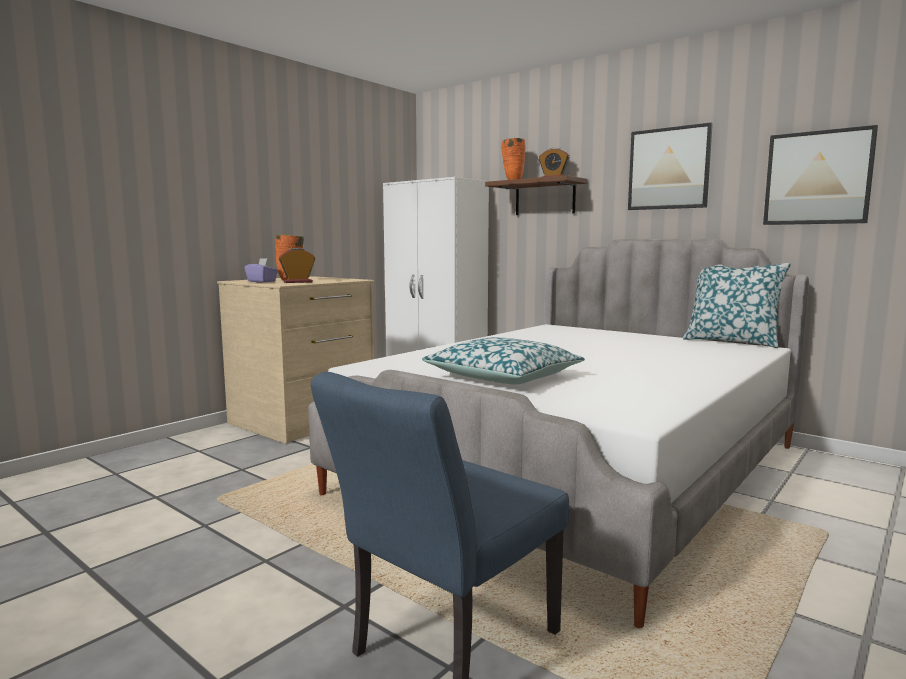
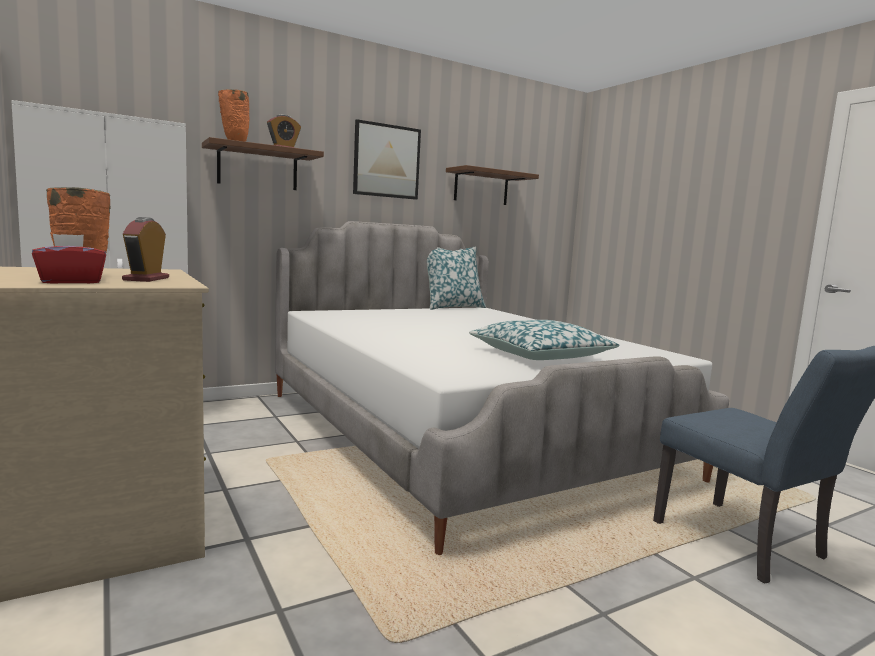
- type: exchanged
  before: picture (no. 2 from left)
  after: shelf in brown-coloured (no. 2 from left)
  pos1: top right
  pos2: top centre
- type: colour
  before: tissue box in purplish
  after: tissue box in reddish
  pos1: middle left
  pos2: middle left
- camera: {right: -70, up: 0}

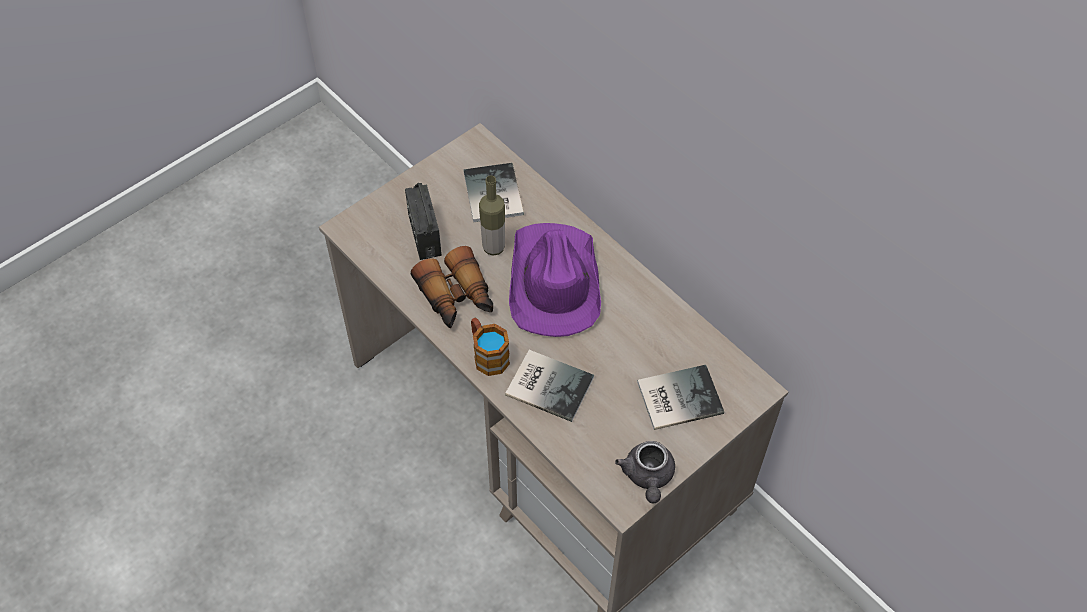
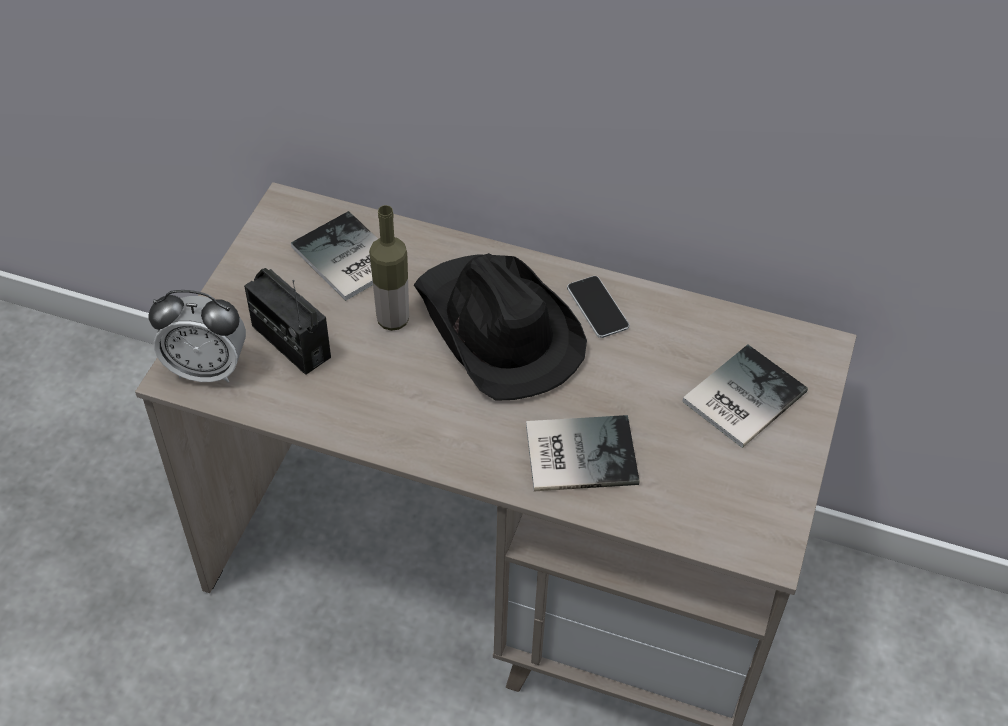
- type: colour
  before: hat in purplish
  after: hat in black
  pos1: centre
  pos2: centre
- type: missing
  before: pair of binoculars
  pos1: centre
- type: missing
  before: mug
  pos1: centre
- type: missing
  before: pot for tea in greyish
  pos1: bottom centre
- type: appeared
  after: handset
  pos2: centre
- type: appeared
  after: bedside clock
  pos2: middle left
- camera: {right: -30, up: -5}

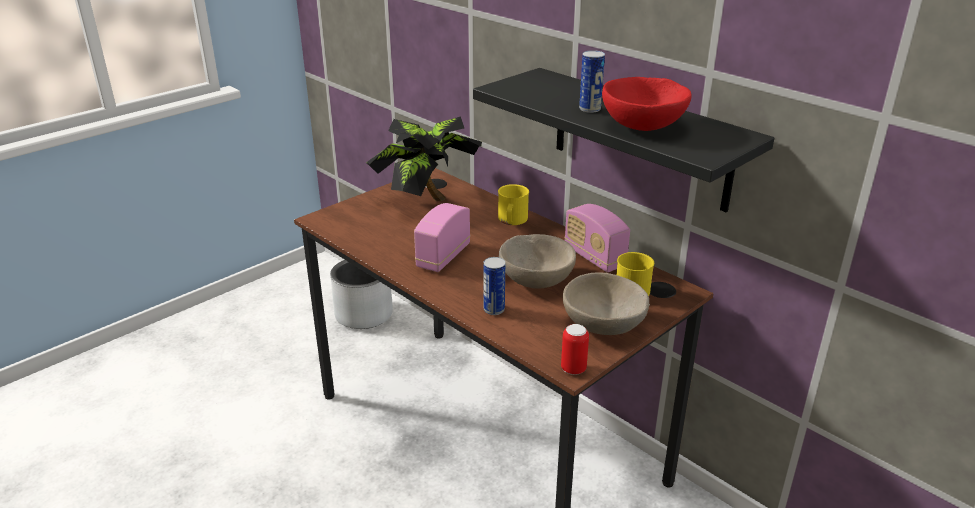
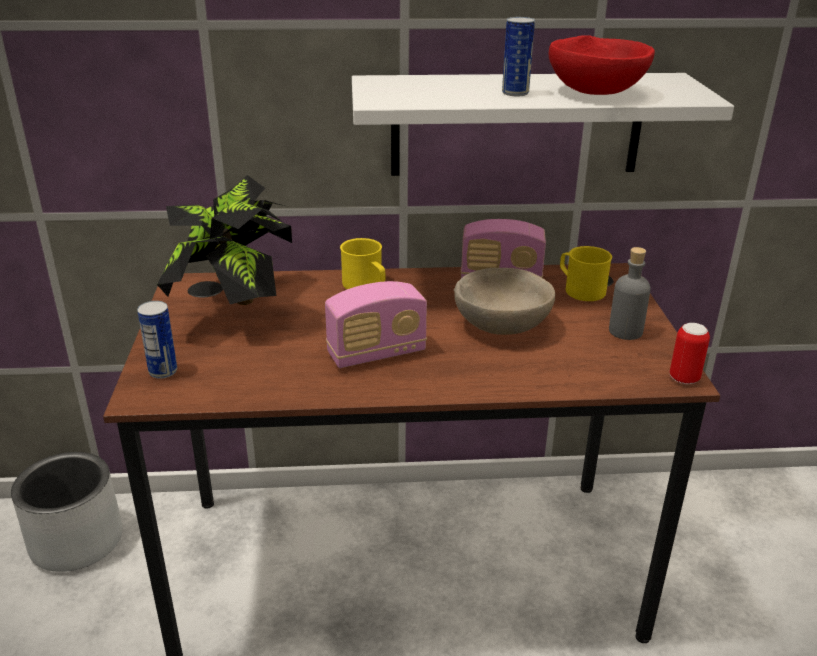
- type: colour
  before: shelf in black
  after: shelf in white-coloured
  pos1: top centre
  pos2: top centre
- type: spun
  before: radio set (no. 1 from left)
  pos1: centre
  pos2: centre
  turn: -90
- type: relocated
  before: can (no. 1 from left)
  pos1: centre
  pos2: middle left
- type: exchanged
  before: bowl in sand-coloured (no. 2 from left)
  after: beverage bottle in greyish
  pos1: centre
  pos2: middle right
- camera: {right: -50, up: 0}

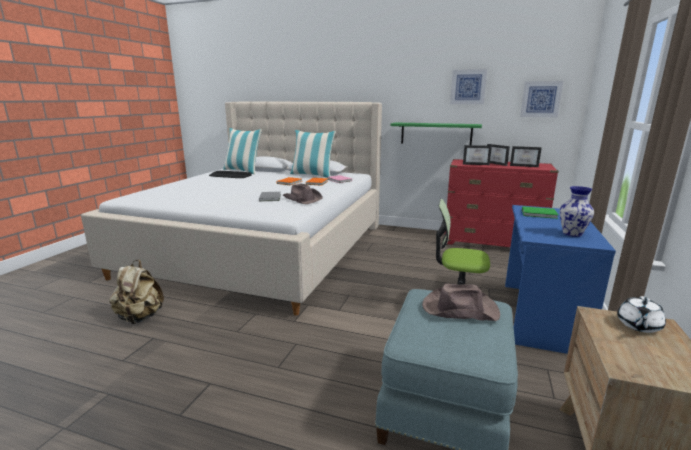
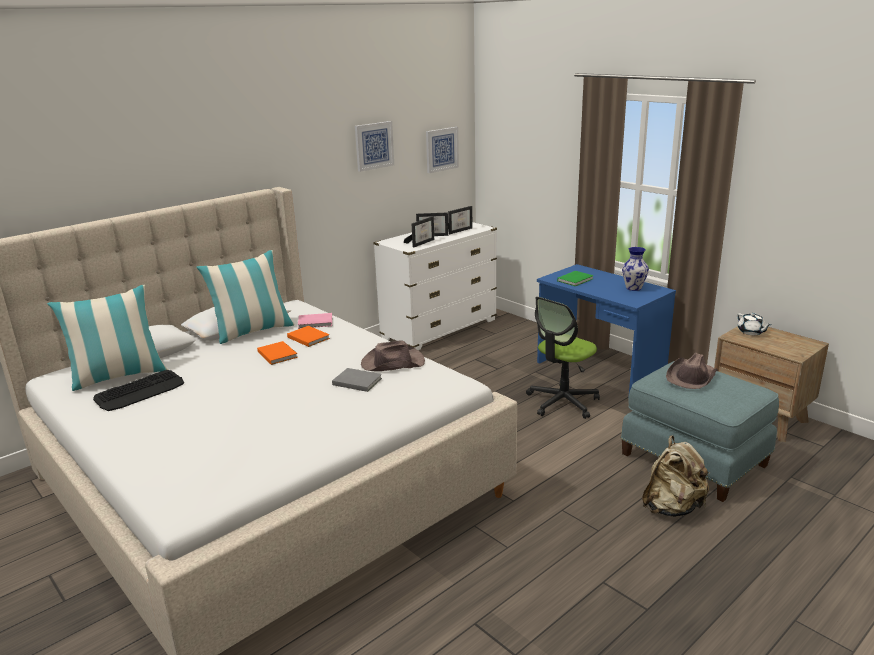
- type: missing
  before: shelf in green
  pos1: top centre
- type: colour
  before: chest of drawers in reddish
  after: chest of drawers in white-coloured
  pos1: middle right
  pos2: centre
- type: relocated
  before: knapsack in sand-coloured
  pos1: middle left
  pos2: bottom right
- camera: {right: -60, up: 5}

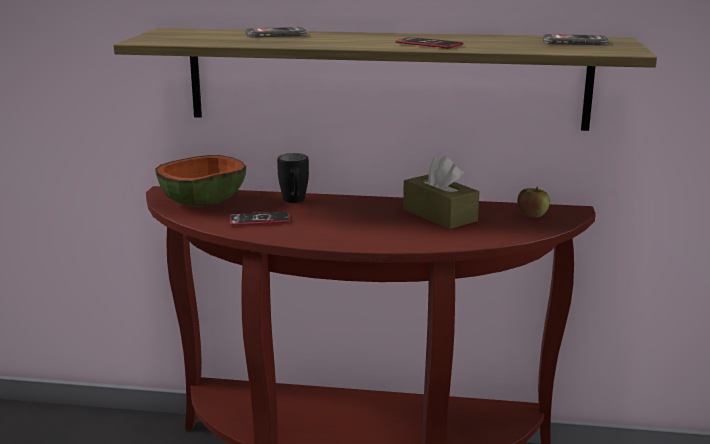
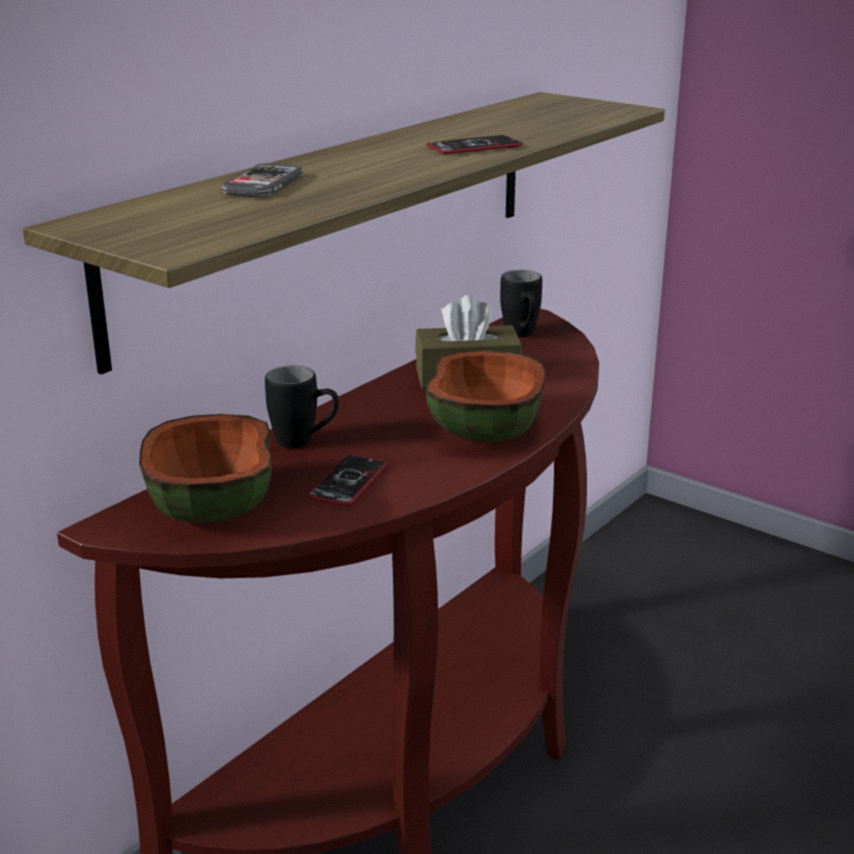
- type: missing
  before: handset (no. 4 from left)
  pos1: top right
- type: exchanged
  before: apple
  after: mug in black (no. 2 from left)
  pos1: middle right
  pos2: centre
- type: appeared
  after: bowl (no. 2 from left)
  pos2: centre
- camera: {right: -60, up: 5}

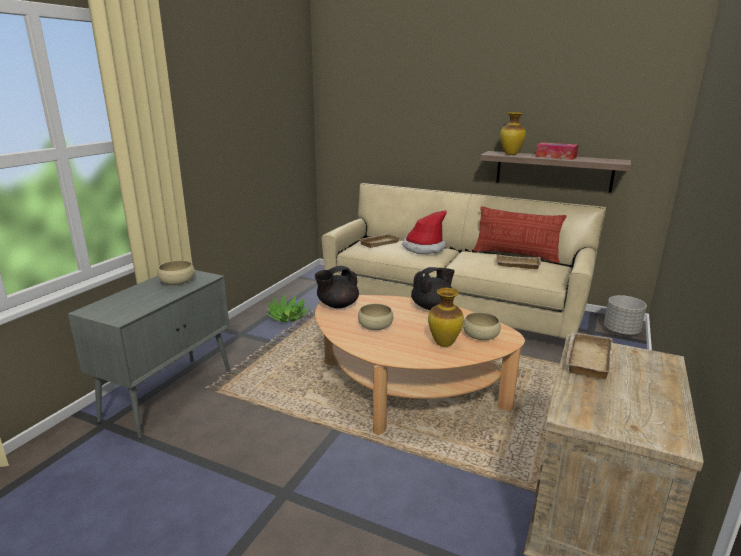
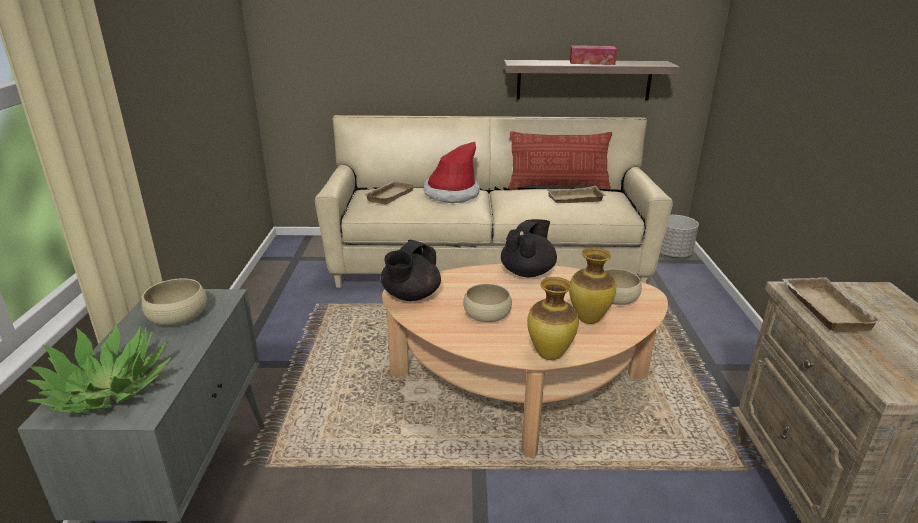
- type: relocated
  before: vase (no. 2 from left in the first image)
  after: vase (no. 1 from left)
  pos1: top right
  pos2: centre
- type: relocated
  before: plant in a pot
  pos1: centre
  pos2: bottom left
- camera: {right: -25, up: 5}

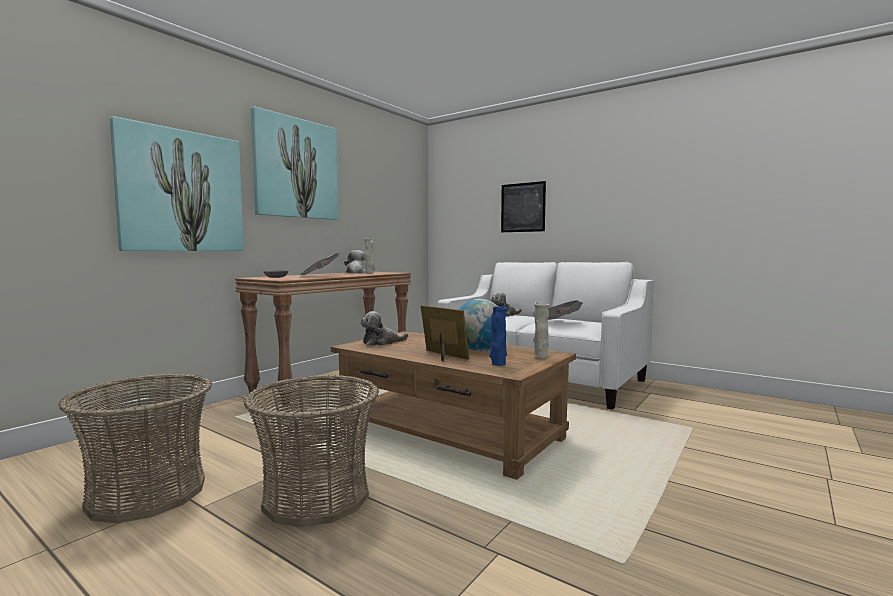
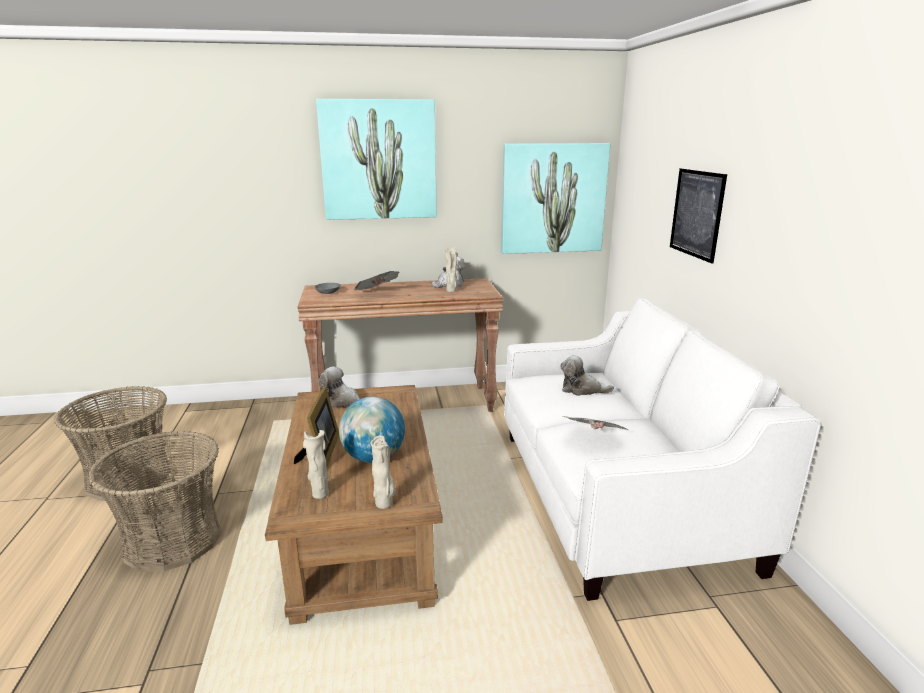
- type: relocated
  before: picture (no. 1 from left in the first image)
  after: picture (no. 2 from left)
  pos1: top left
  pos2: top centre
- type: colour
  before: vase in blue-coloured
  after: vase in sand-coloured (no. 1 from left)
  pos1: centre
  pos2: bottom centre
- camera: {right: 45, up: 15}

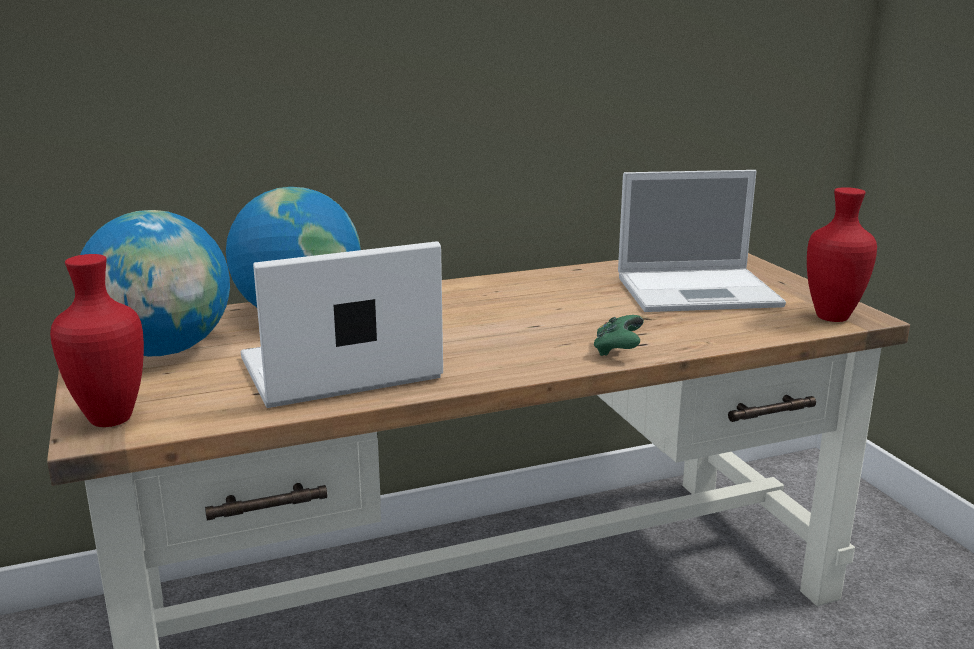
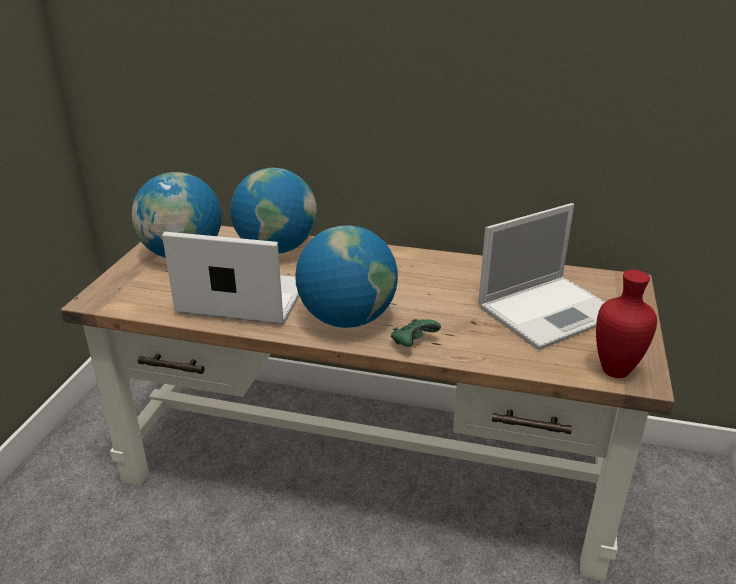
- type: spun
  before: portable computer (no. 2 from left)
  pos1: middle right
  pos2: middle right
  turn: -60
- type: missing
  before: vase in reddish (no. 1 from left)
  pos1: middle left
- type: appeared
  after: desk globe (no. 3 from left)
  pos2: centre
- camera: {right: 35, up: 10}

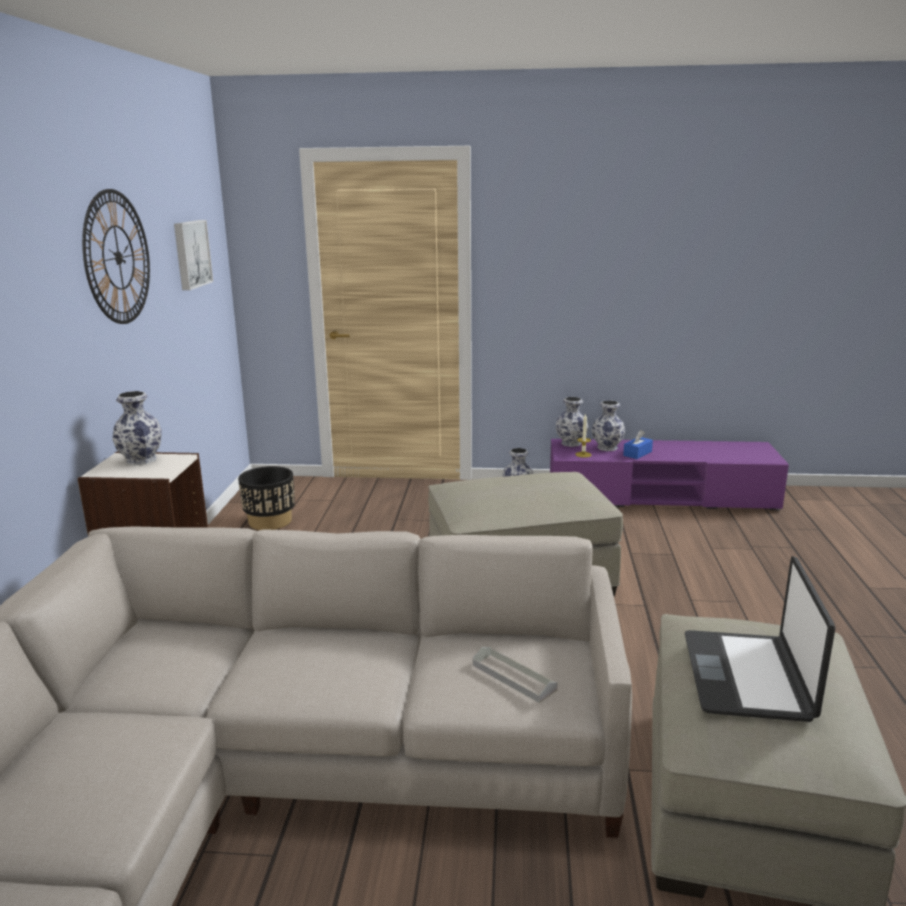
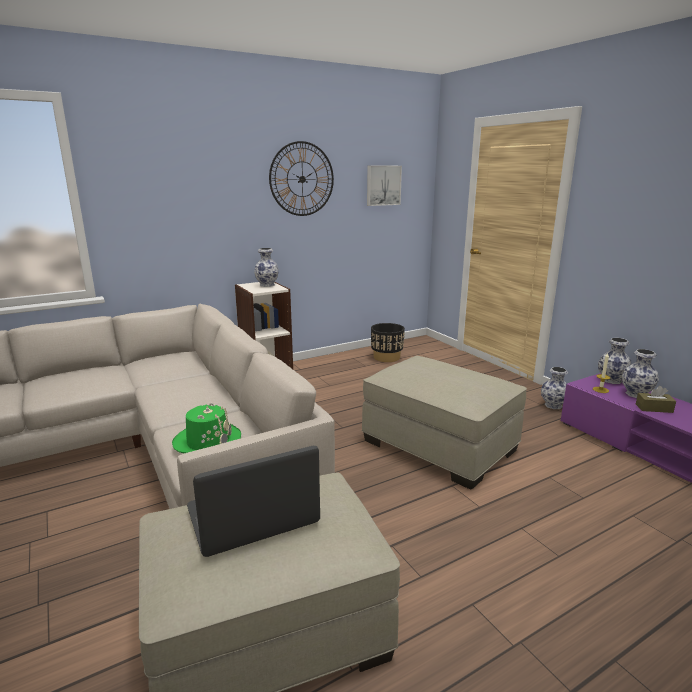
- type: colour
  before: tissue box in blue-coloured
  after: tissue box in brown-coloured
  pos1: middle right
  pos2: middle right
- type: exchanged
  before: carrying tray in greyish
  after: hat in green
  pos1: bottom centre
  pos2: middle left
- camera: {right: 55, up: 0}

